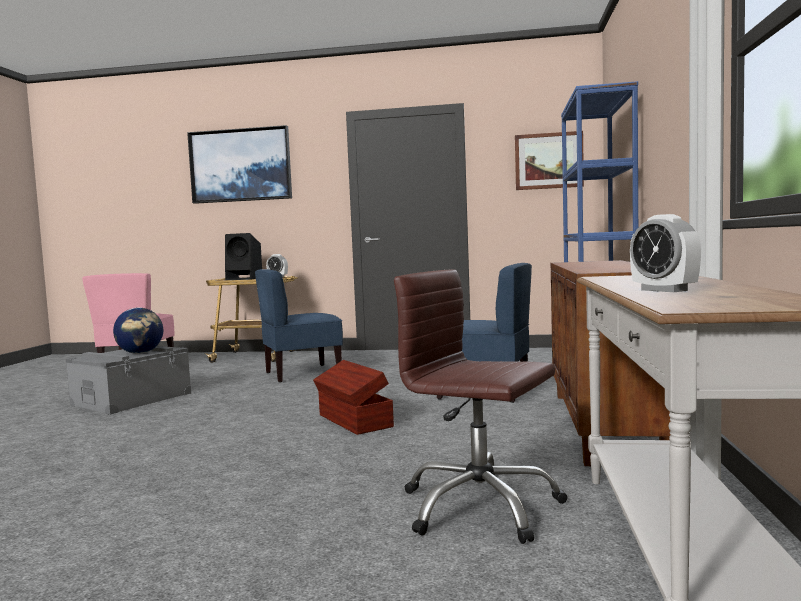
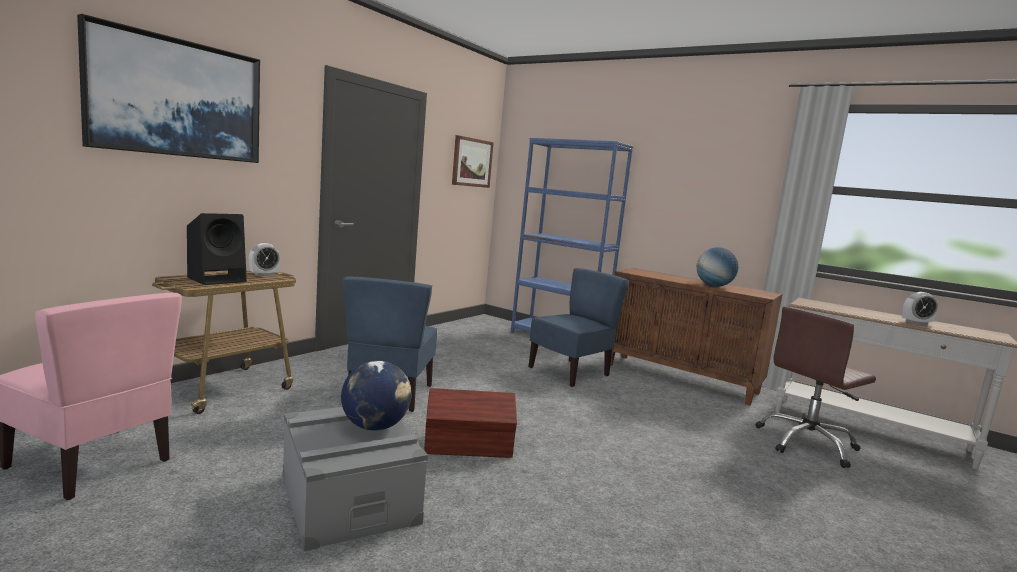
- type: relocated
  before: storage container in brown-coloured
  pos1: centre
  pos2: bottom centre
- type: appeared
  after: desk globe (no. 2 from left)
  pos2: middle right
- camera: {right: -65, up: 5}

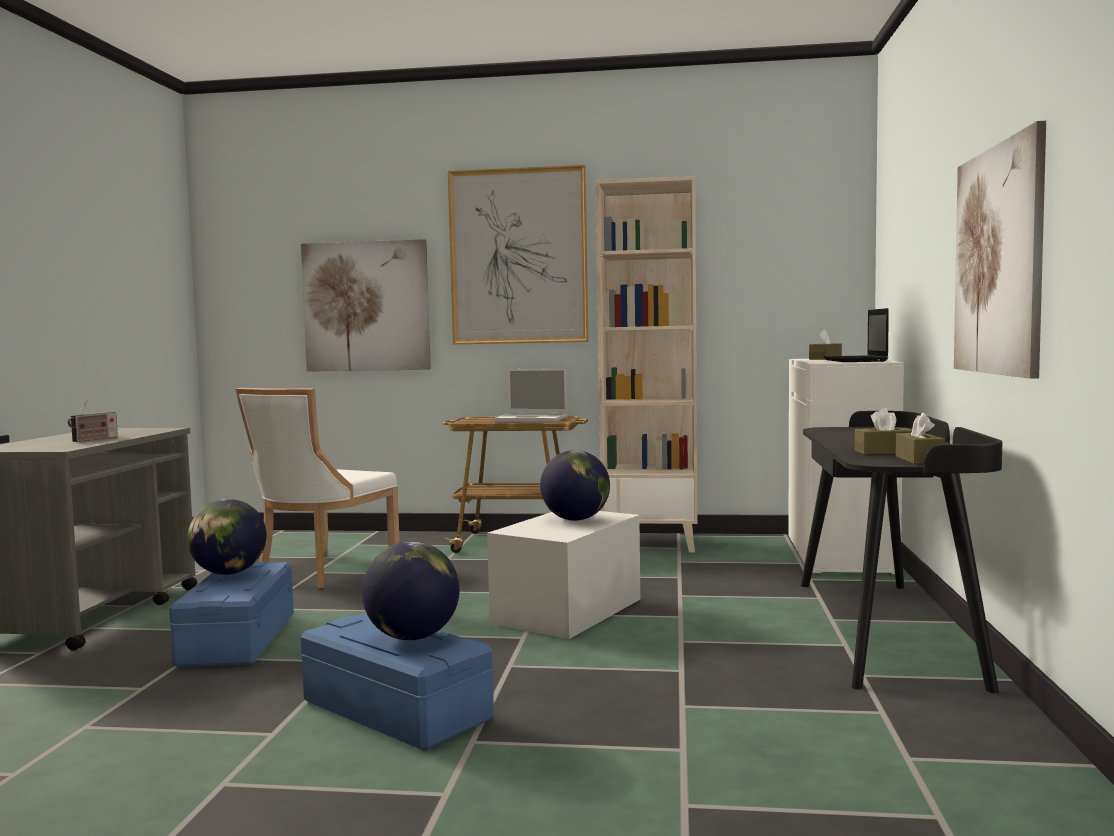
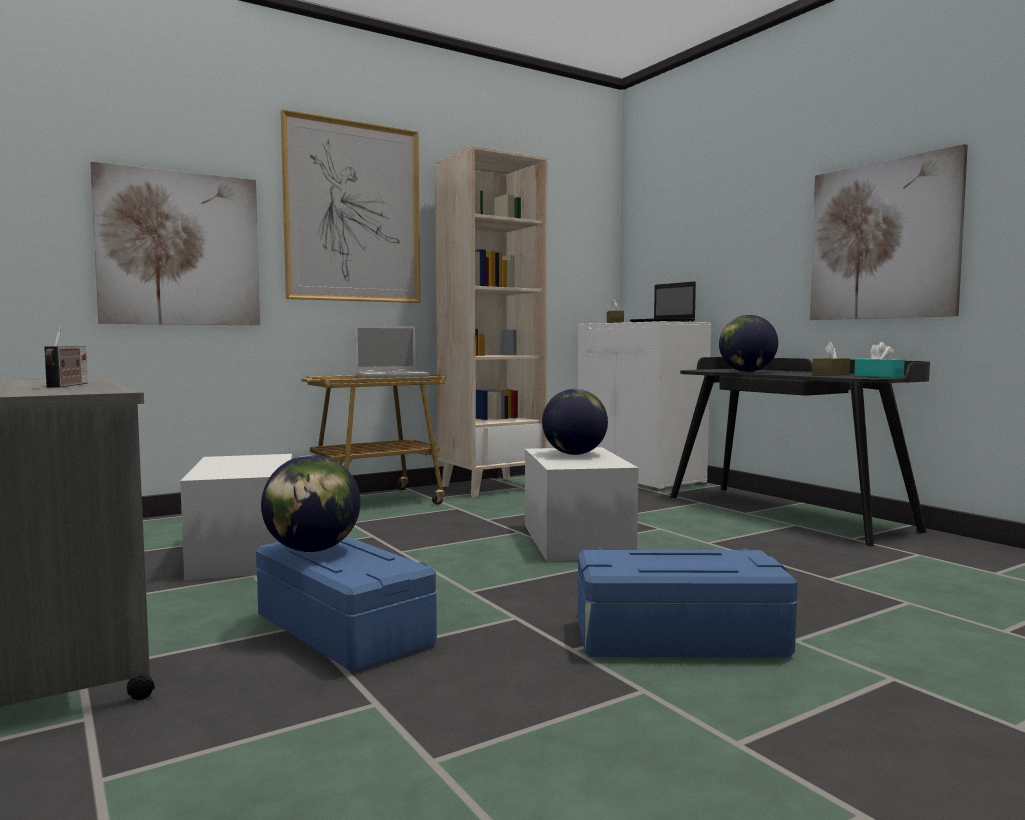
- type: exchanged
  before: upright chair in white-coloured
  after: storage container in white-coloured (no. 1 from left)
  pos1: middle left
  pos2: middle left
- type: colour
  before: tissue box in brown-coloured (no. 3 from left)
  after: tissue box in blue-green
  pos1: middle right
  pos2: middle right
- type: relocated
  before: desk globe (no. 2 from left in the first image)
  after: desk globe (no. 3 from left)
  pos1: bottom centre
  pos2: middle right
- camera: {right: -40, up: 0}

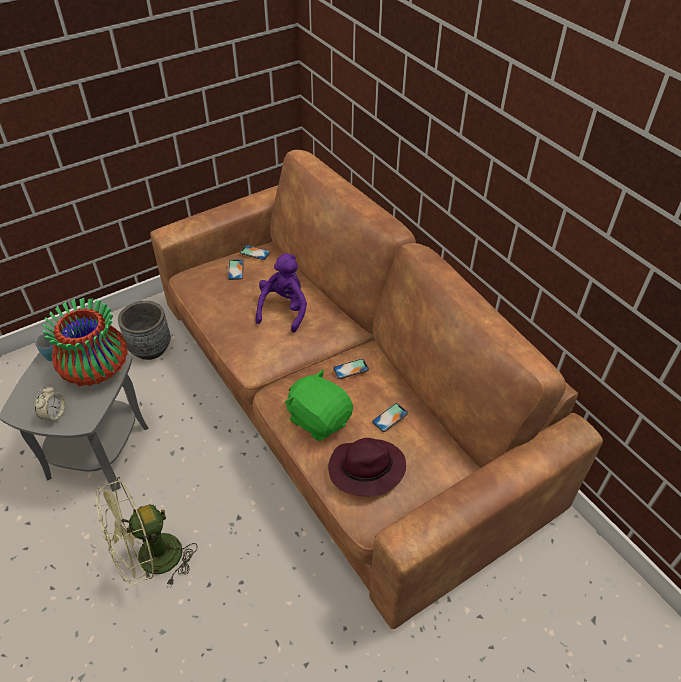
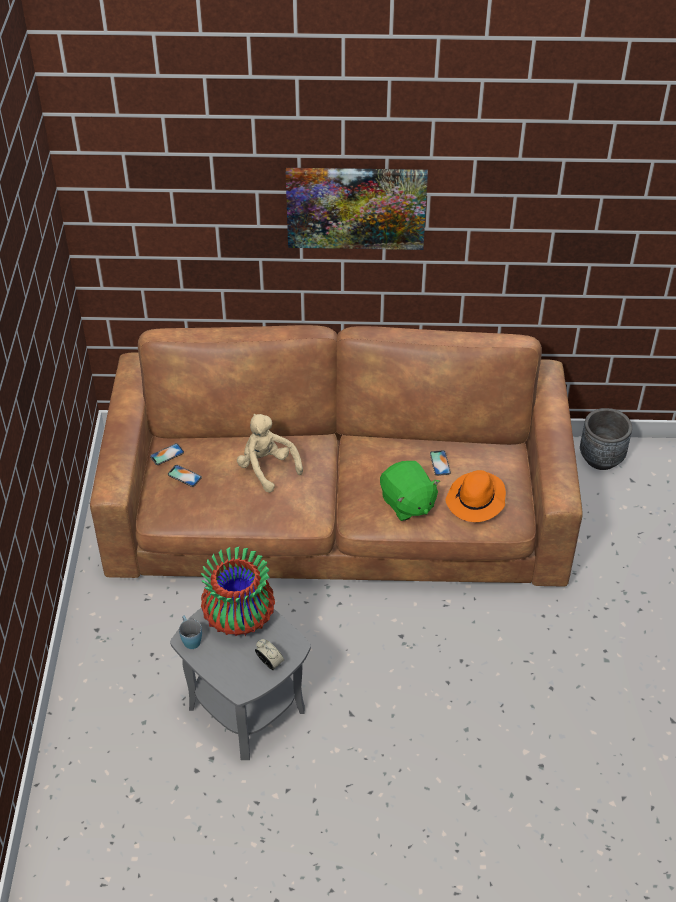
- type: colour
  before: soft toy in purplish
  after: soft toy in sand-coloured
  pos1: centre
  pos2: centre
- type: relocated
  before: planter in greyish
  pos1: middle left
  pos2: middle right
- type: missing
  before: handset (no. 3 from left)
  pos1: centre
- type: spun
  before: soft toy in green
  pos1: centre
  pos2: centre
  turn: -105
- type: colour
  before: hat in purplish
  after: hat in orange-coloured
  pos1: bottom centre
  pos2: middle right
- type: missing
  before: fan in green
  pos1: bottom left
- type: appeared
  after: picture
  pos2: top centre
- camera: {right: -55, up: 0}

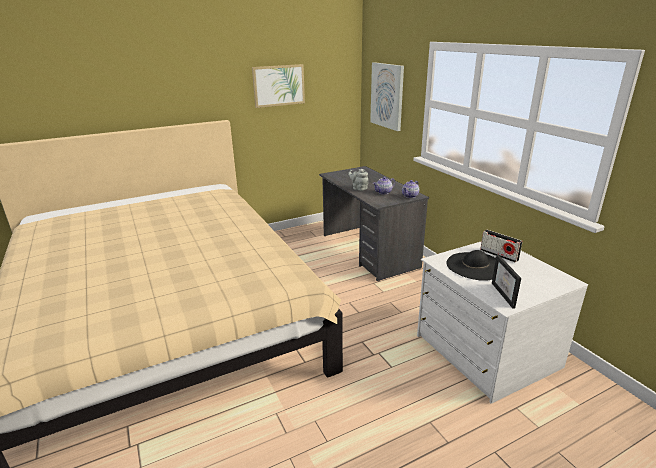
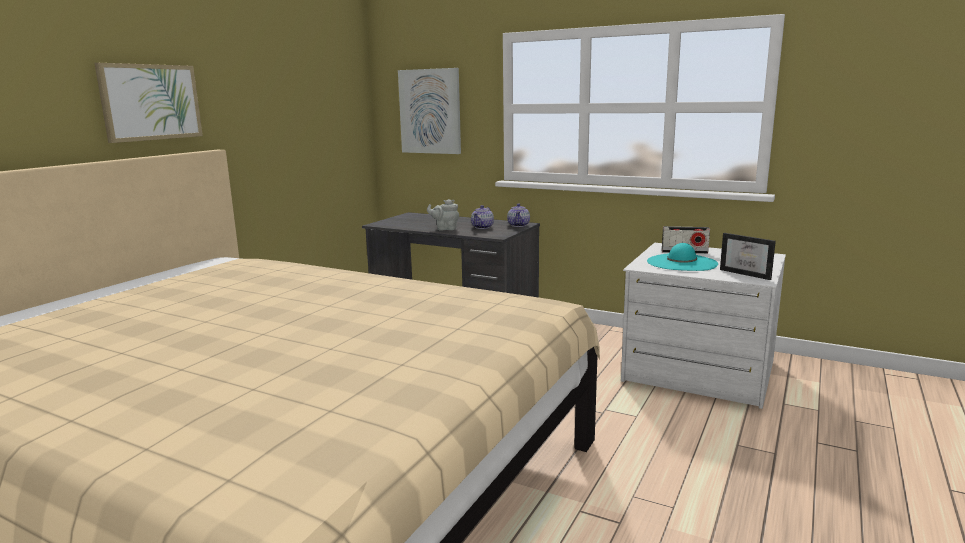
- type: relocated
  before: picture (no. 1 from left)
  pos1: top centre
  pos2: top left
- type: colour
  before: hat in black
  after: hat in blue-green
  pos1: middle right
  pos2: middle right
- camera: {right: -35, up: -10}

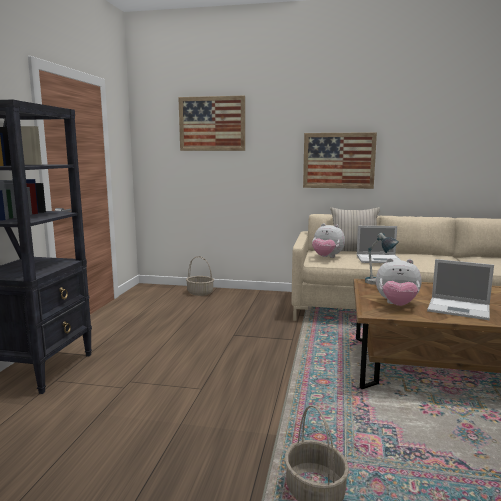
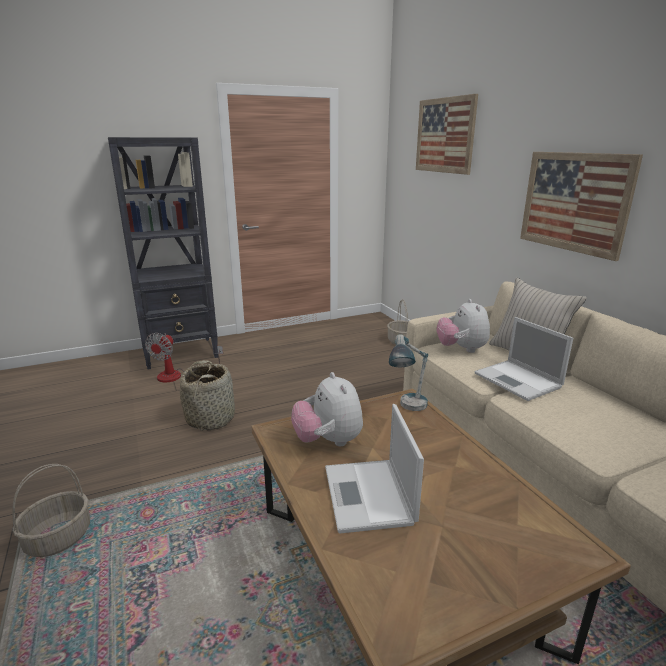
- type: appeared
  after: fan
  pos2: middle left
- type: appeared
  after: basket (no. 2 from left)
  pos2: middle left
- camera: {right: 55, up: 10}

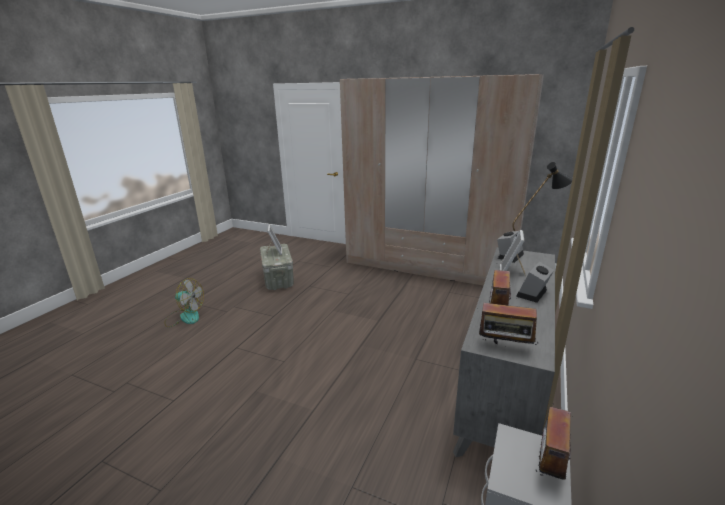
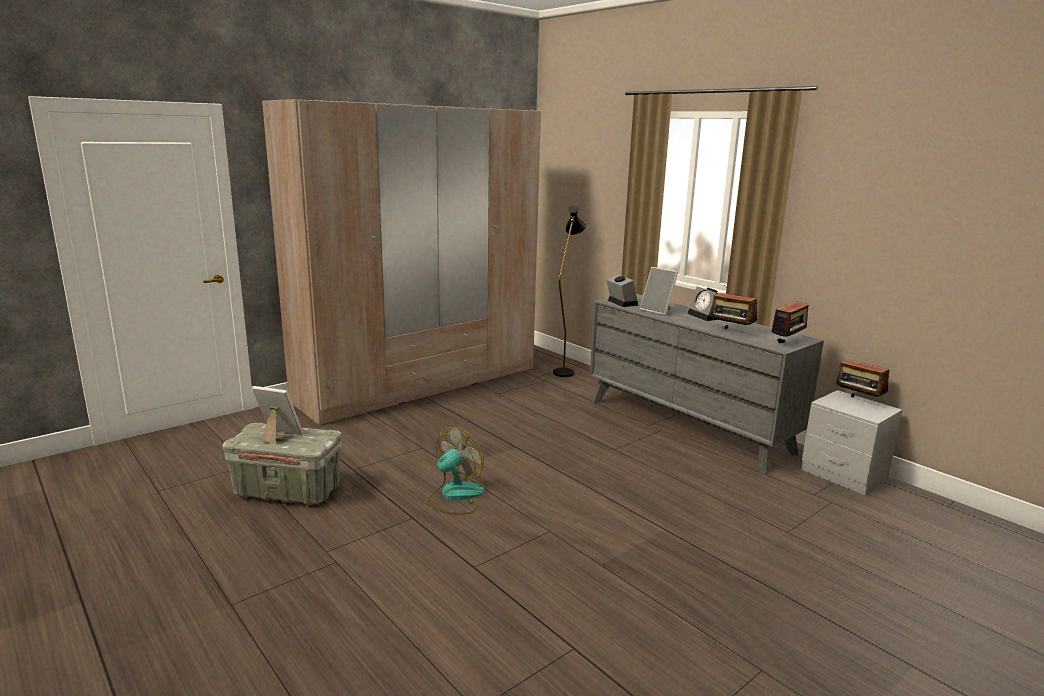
- type: relocated
  before: fan
  pos1: middle left
  pos2: bottom centre
- camera: {right: -65, up: -5}

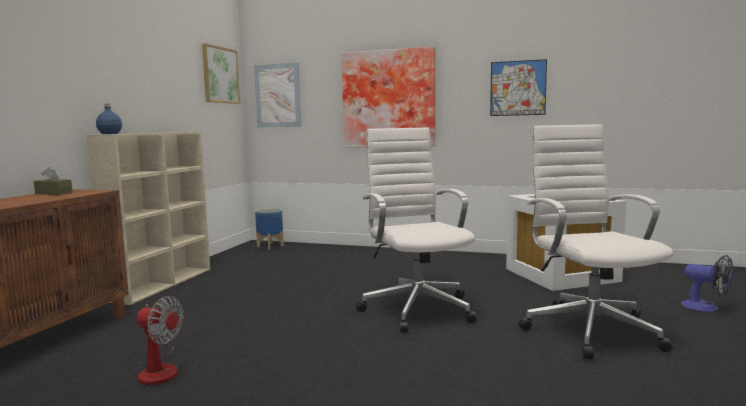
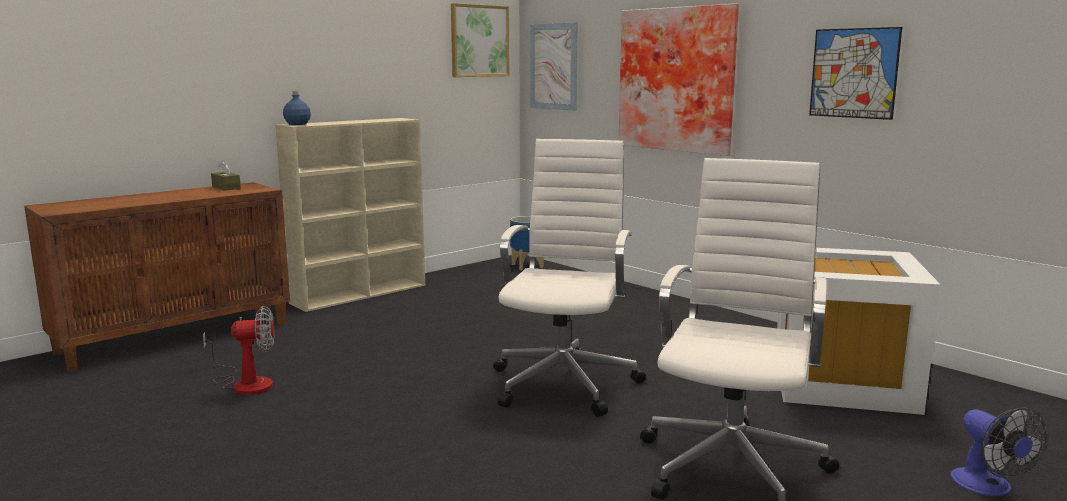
- type: spun
  before: fan (no. 1 from left)
  pos1: bottom left
  pos2: bottom left
  turn: -60
- camera: {right: 30, up: 5}

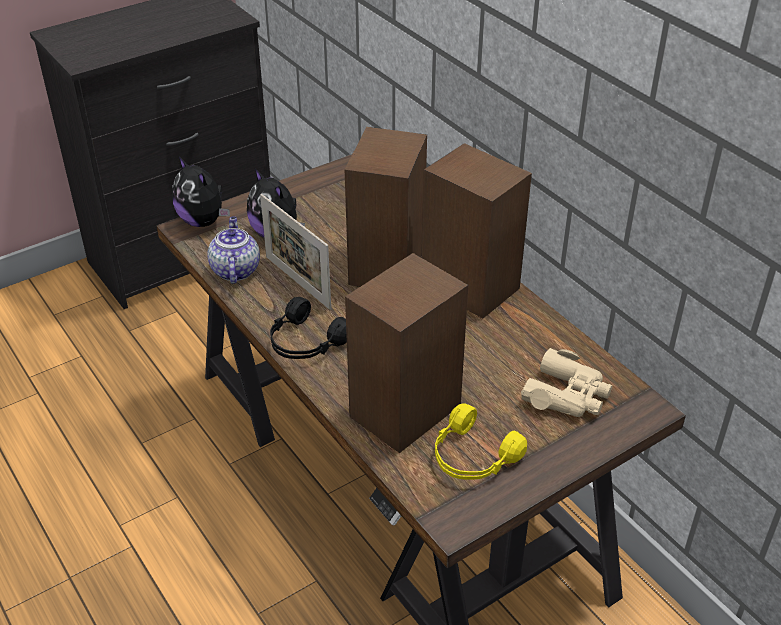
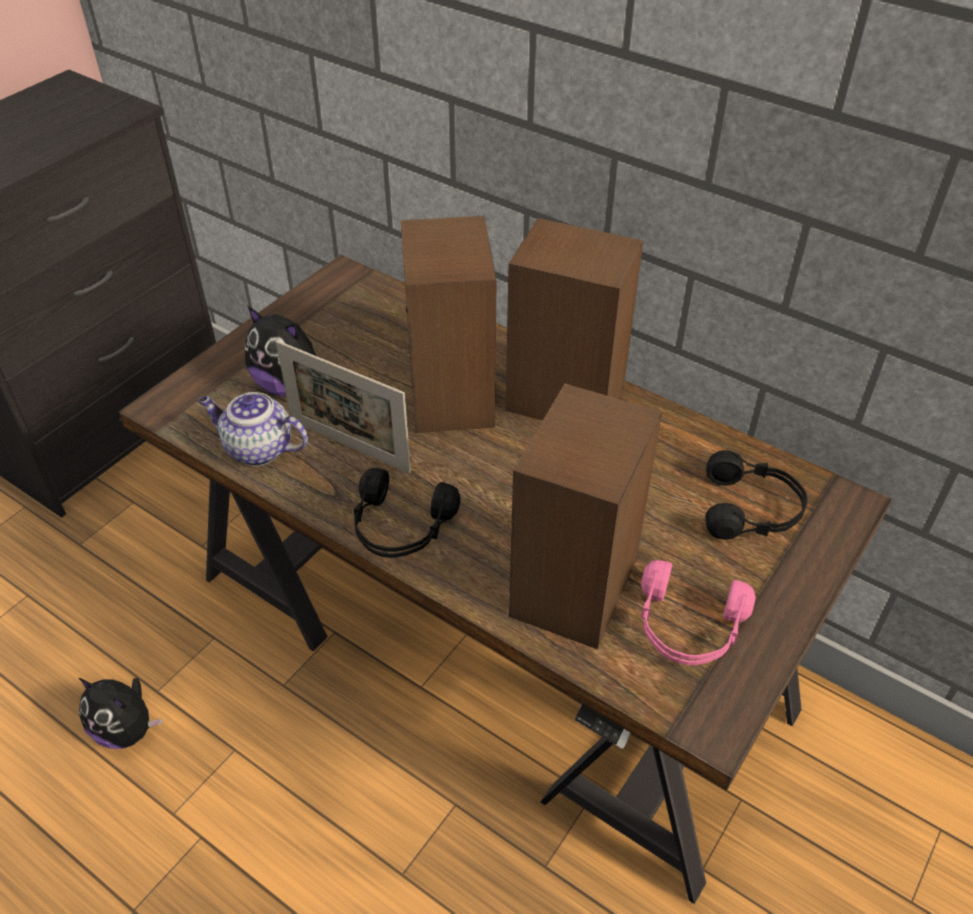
- type: relocated
  before: soft toy (no. 1 from left)
  pos1: top left
  pos2: bottom left
- type: spun
  before: pot for tea
  pos1: middle left
  pos2: middle left
  turn: -45
- type: exchanged
  before: pair of binoculars in sand-coloured
  after: pair of headphones in black (no. 2 from left)
  pos1: middle right
  pos2: middle right
- type: colour
  before: pair of headphones in yellowish
  after: pair of headphones in pinkish
  pos1: bottom centre
  pos2: bottom right
- camera: {right: -20, up: 5}

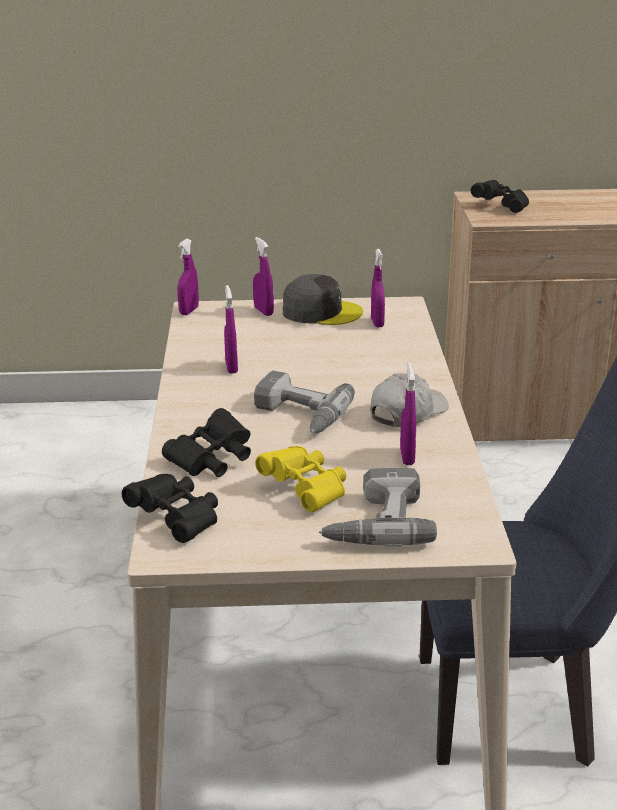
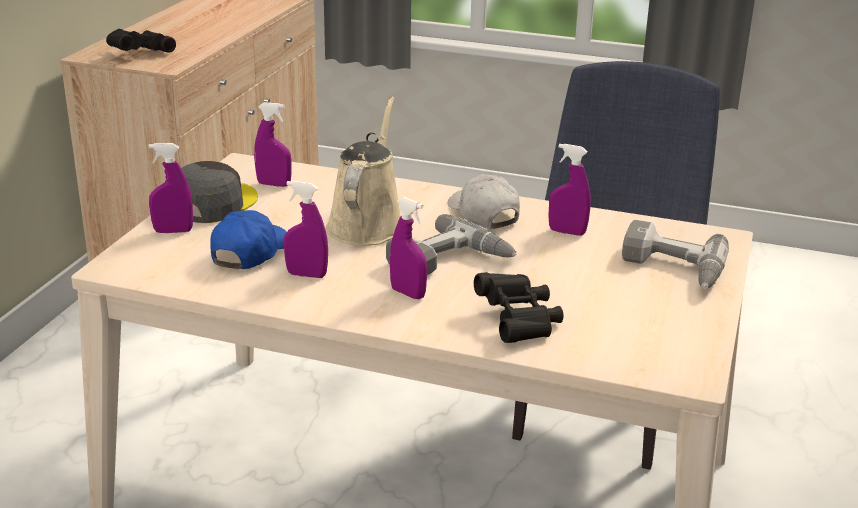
- type: relocated
  before: hand sprayer in purplish (no. 1 from left in the first image)
  after: hand sprayer in purplish (no. 4 from left)
  pos1: middle left
  pos2: centre
- type: missing
  before: pair of binoculars in yellowish
  pos1: centre
- type: missing
  before: pair of binoculars in black (no. 1 from left)
  pos1: middle left
- type: appeared
  after: watering pot in sand-coloured
  pos2: centre
- type: appeared
  after: cap in blue-coloured
  pos2: middle left
- camera: {right: -70, up: 0}

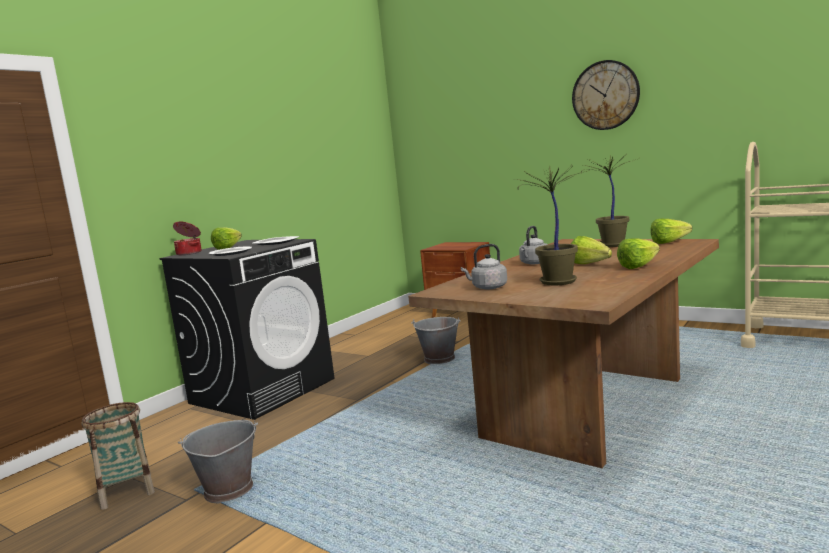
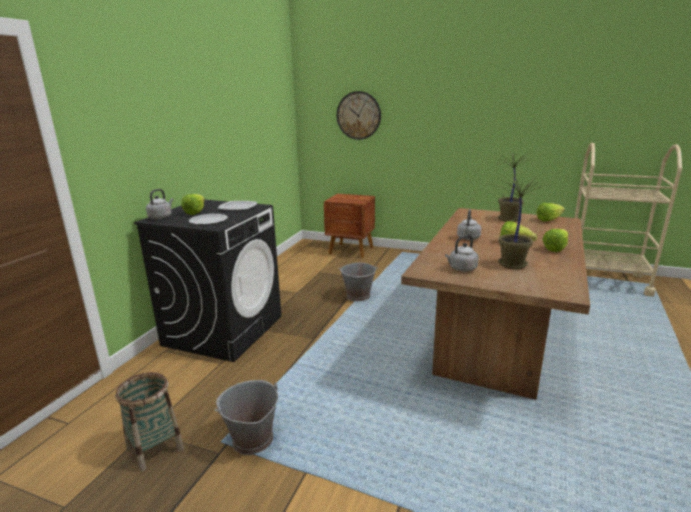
- type: relocated
  before: wall clock
  pos1: top right
  pos2: top centre
- type: exchanged
  before: stockpot
  after: tea kettle in greyish (no. 1 from left)
  pos1: middle left
  pos2: middle left
- camera: {right: -15, up: 10}

